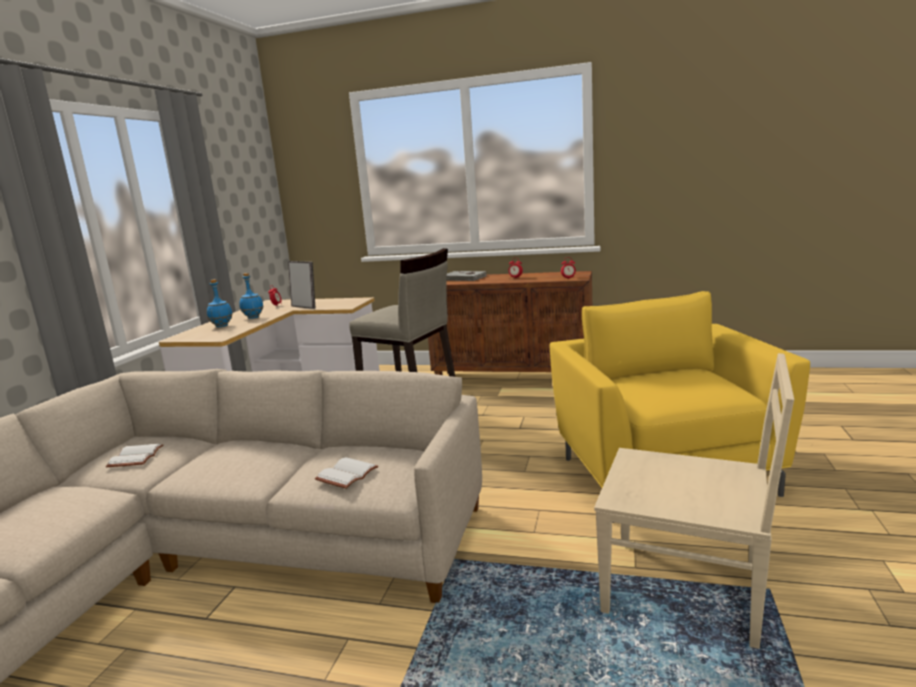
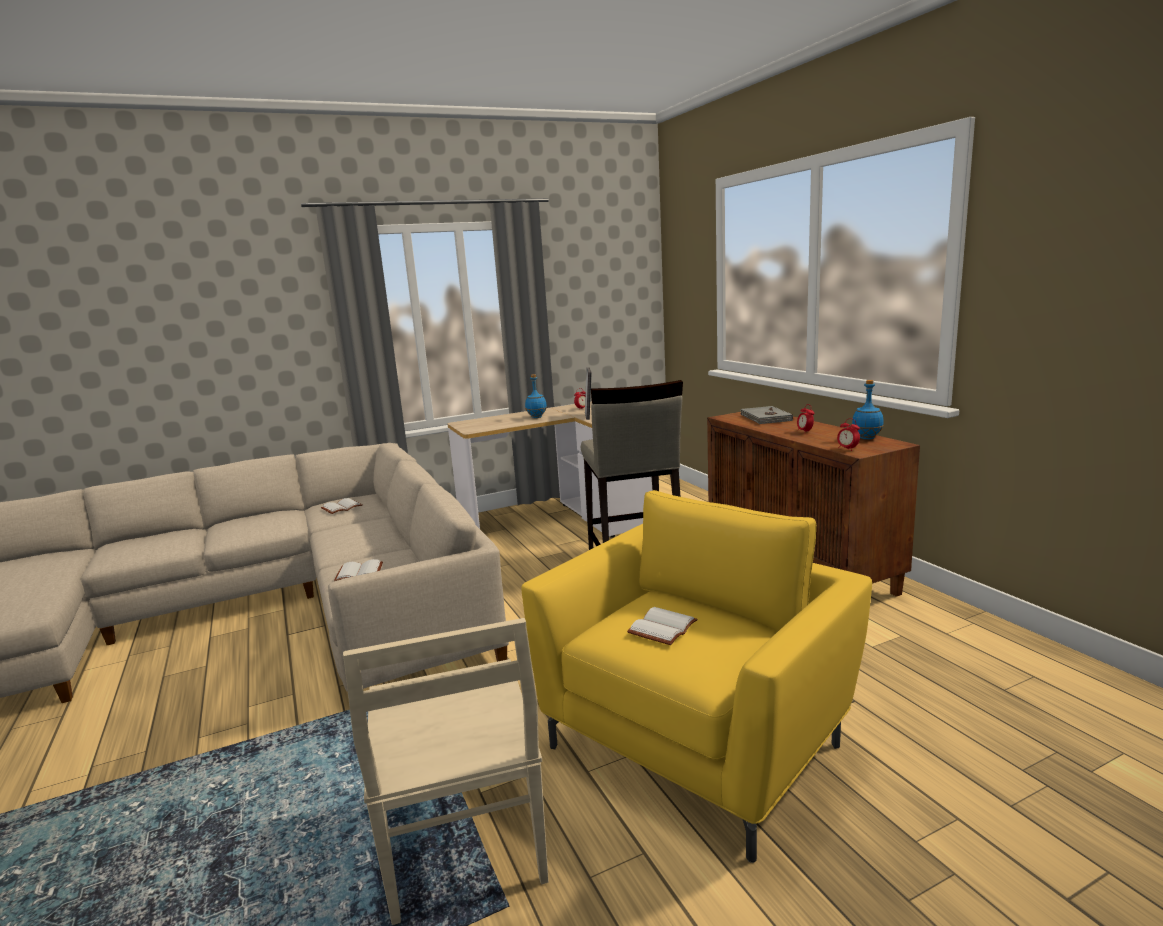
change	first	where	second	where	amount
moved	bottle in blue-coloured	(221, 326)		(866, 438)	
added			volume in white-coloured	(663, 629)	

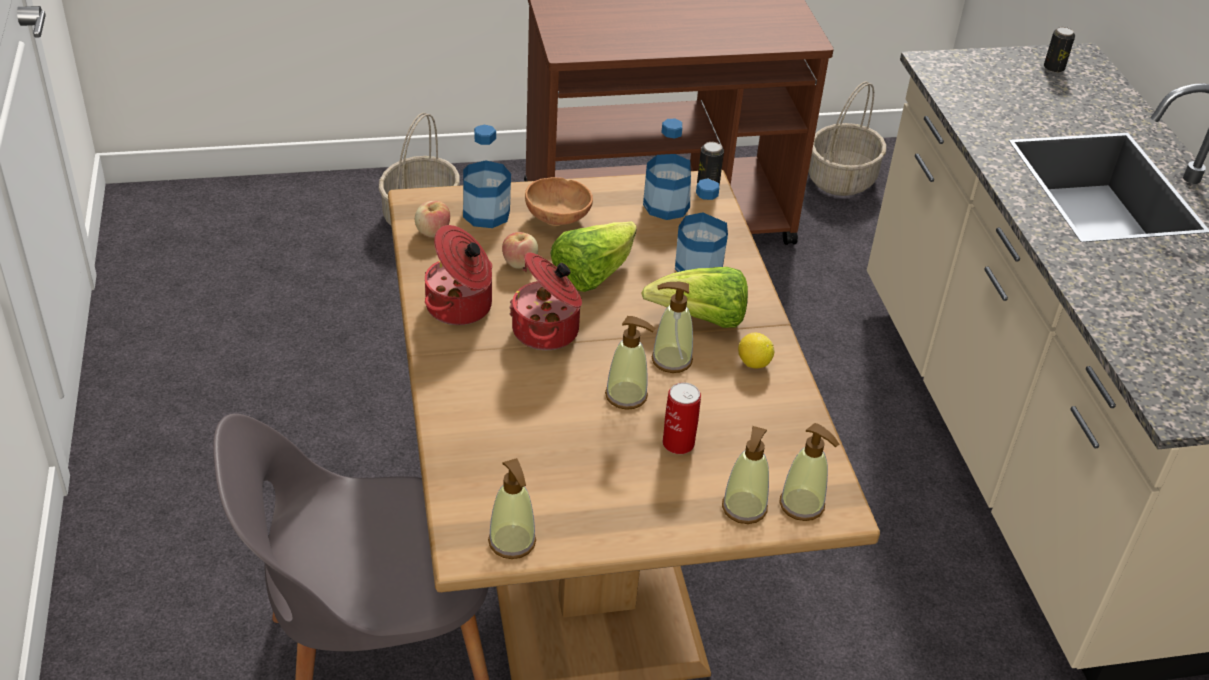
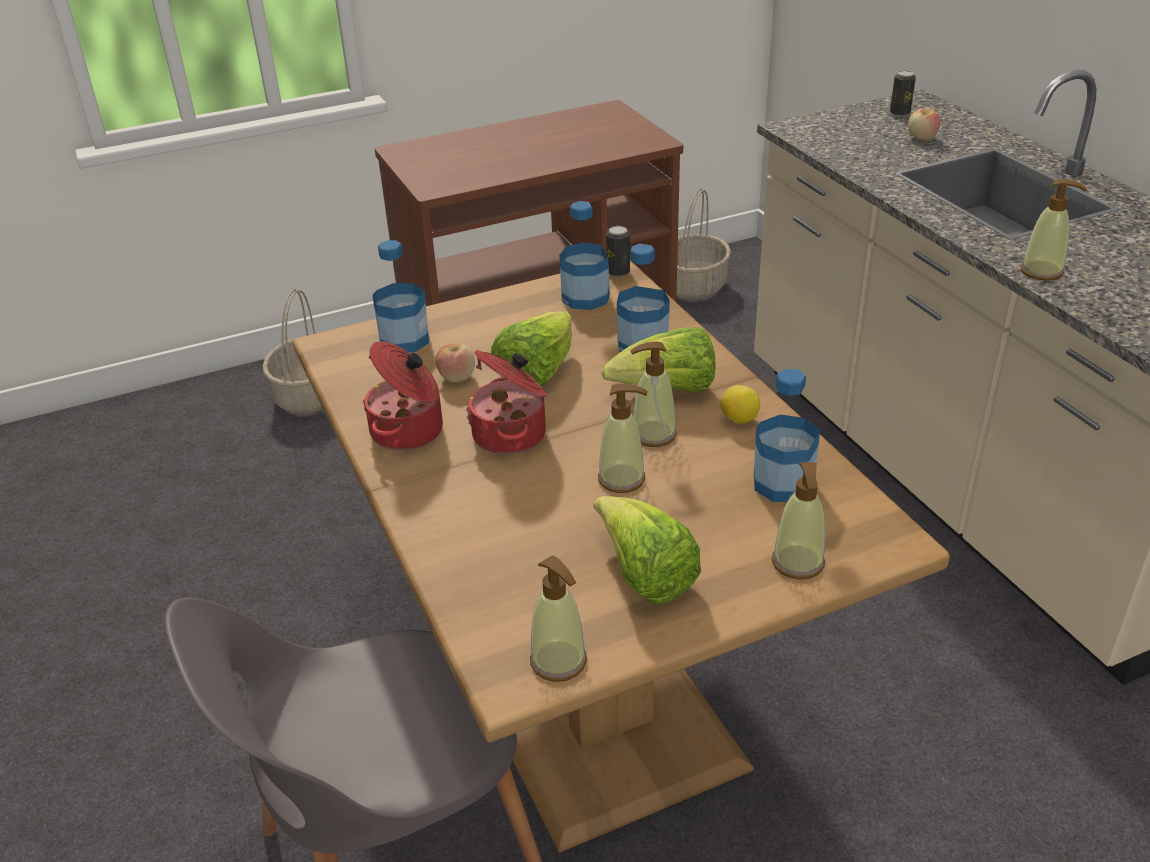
change	first	where	second	where	amount
moved	apple	(432, 232)		(921, 138)	
removed	deep dish in brown	(559, 218)			
removed	can	(678, 443)			
moved	soap dispenser	(802, 505)		(1042, 271)	
added			lettuce	(645, 575)	
added			bottle	(783, 483)	

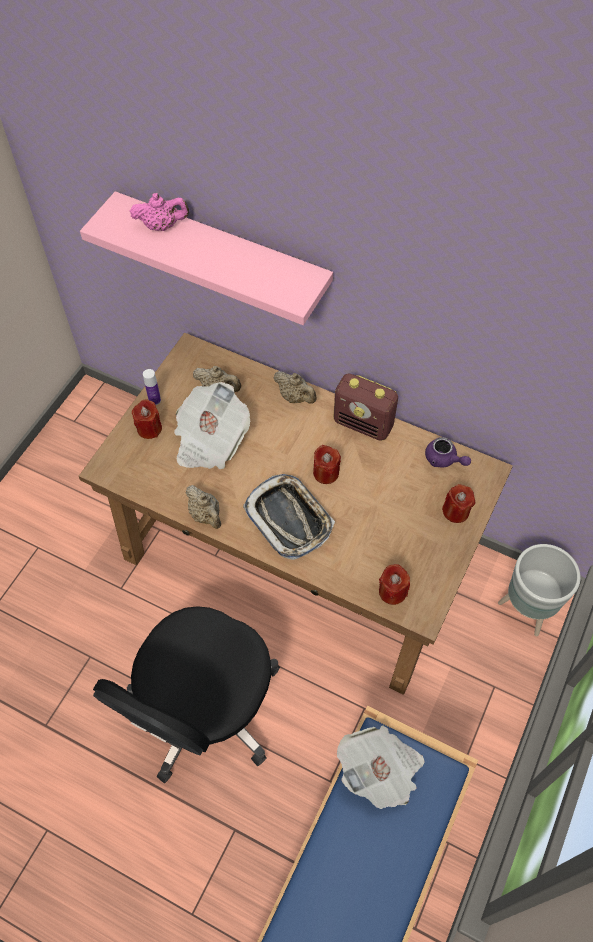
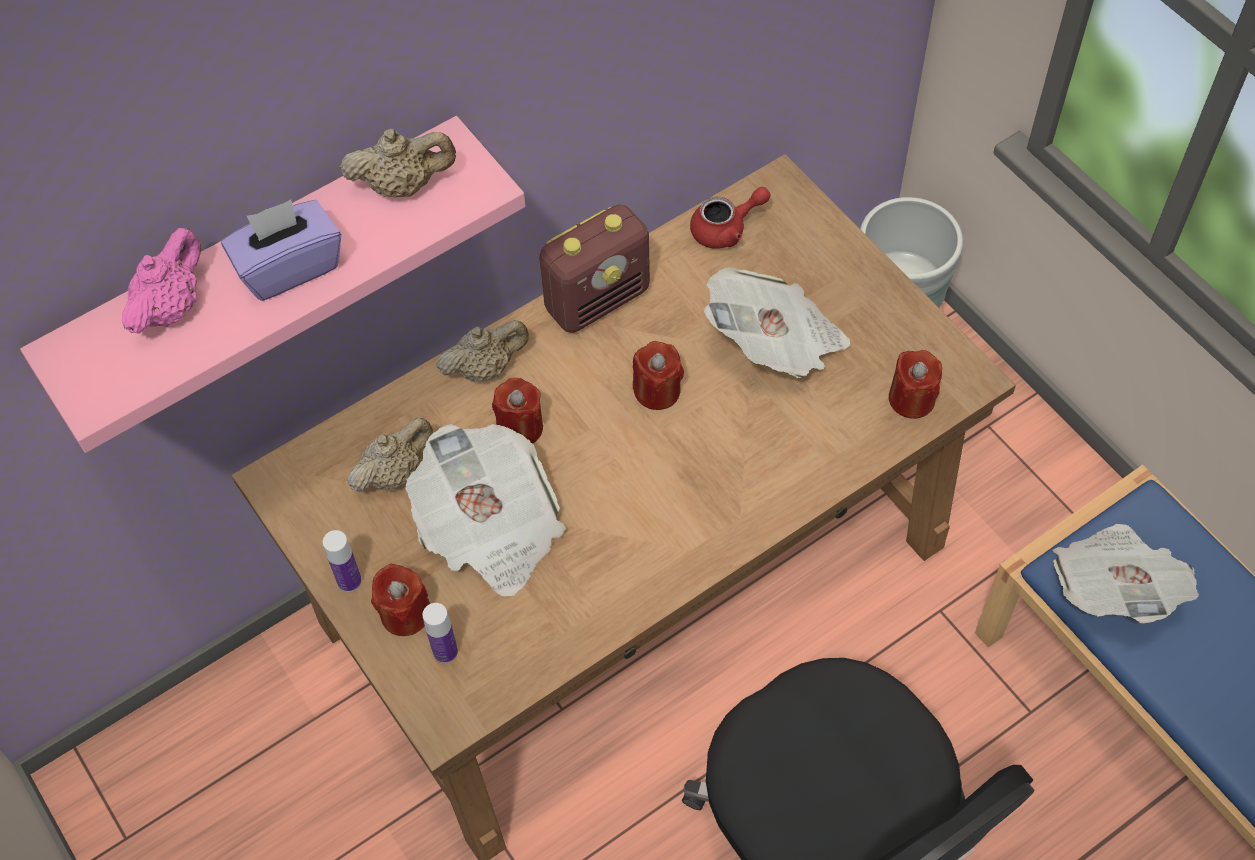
change	first	where	second	where	amount
moved	teapot in sand-coloured	(206, 515)		(403, 185)	
removed	carrying tray	(289, 519)			
recoloured	teapot in purplish	(444, 460)	teapot in reddish	(726, 229)	
moved	wax candle in reddish	(456, 511)		(520, 427)	
added			box of tissues in purplish	(289, 267)	
added			bottle	(445, 652)	
added			printed paper	(775, 344)	

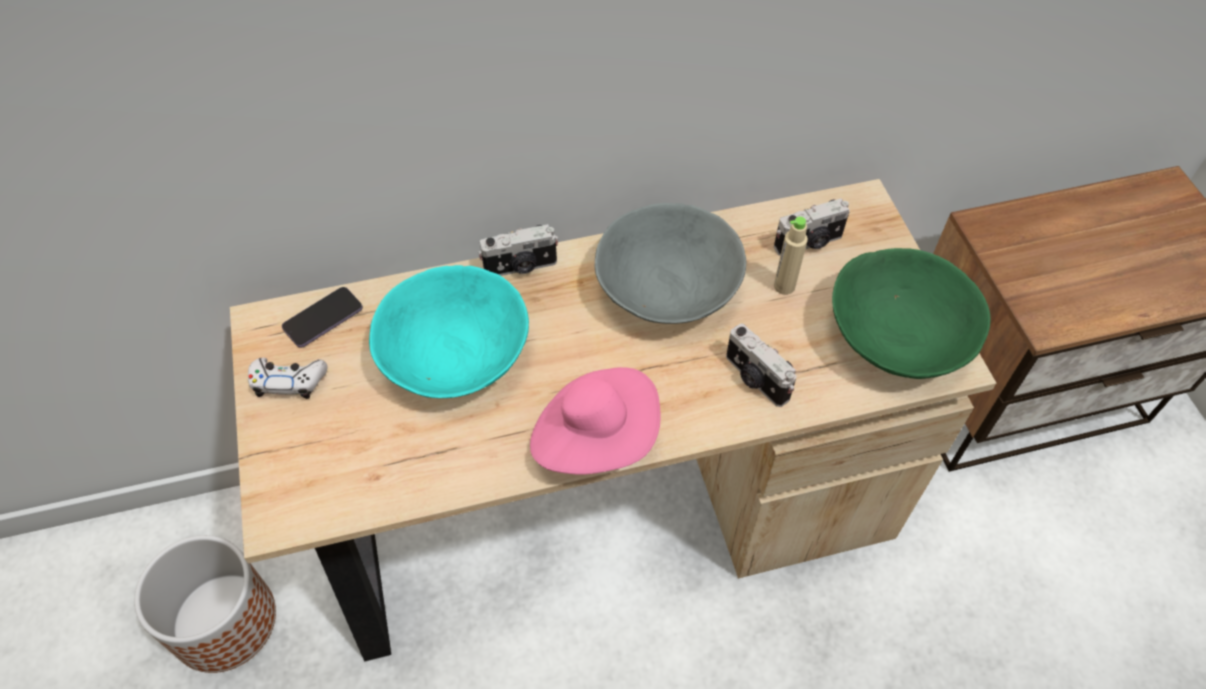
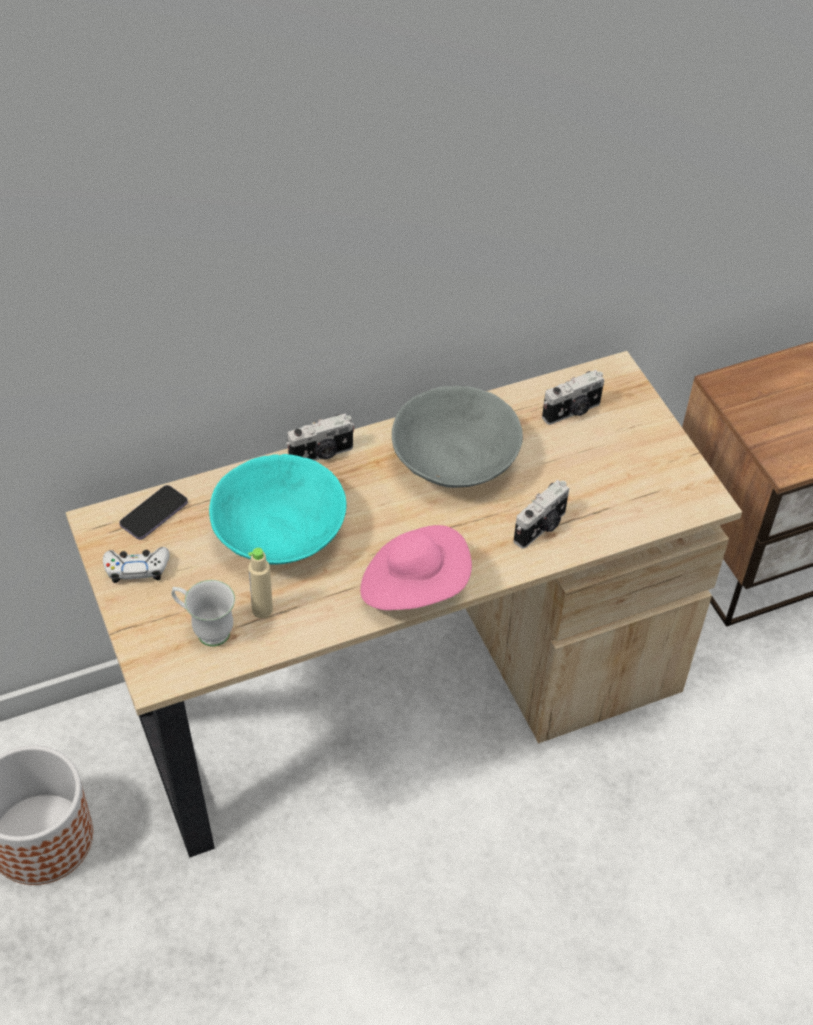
change	first	where	second	where	amount
turned	photo camera	(755, 379)		(541, 528)	90 degrees counterclockwise
moved	bottle in sand-coloured	(784, 286)		(262, 610)	
removed	deep dish in green-coloured	(897, 336)			
added			tea mug in white-coloured	(205, 630)	

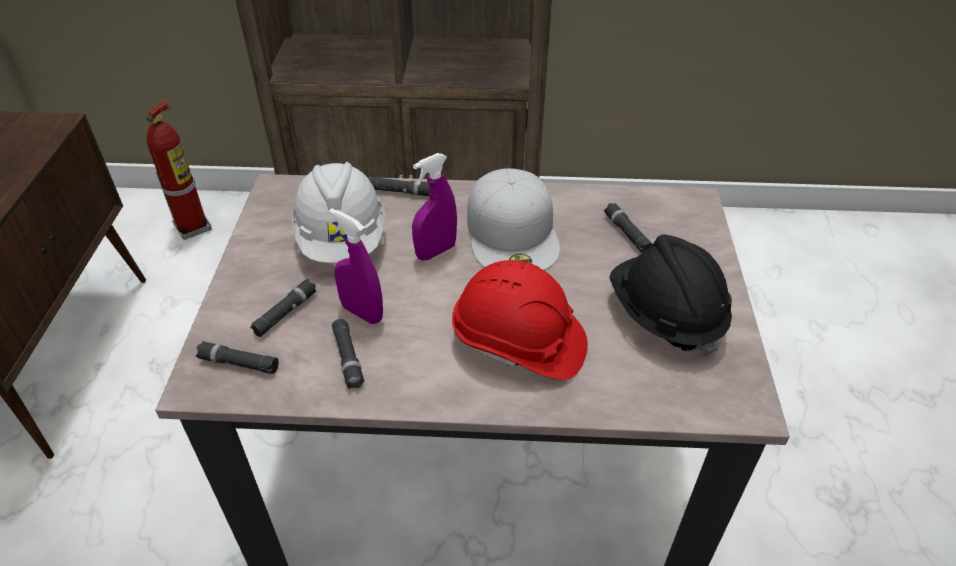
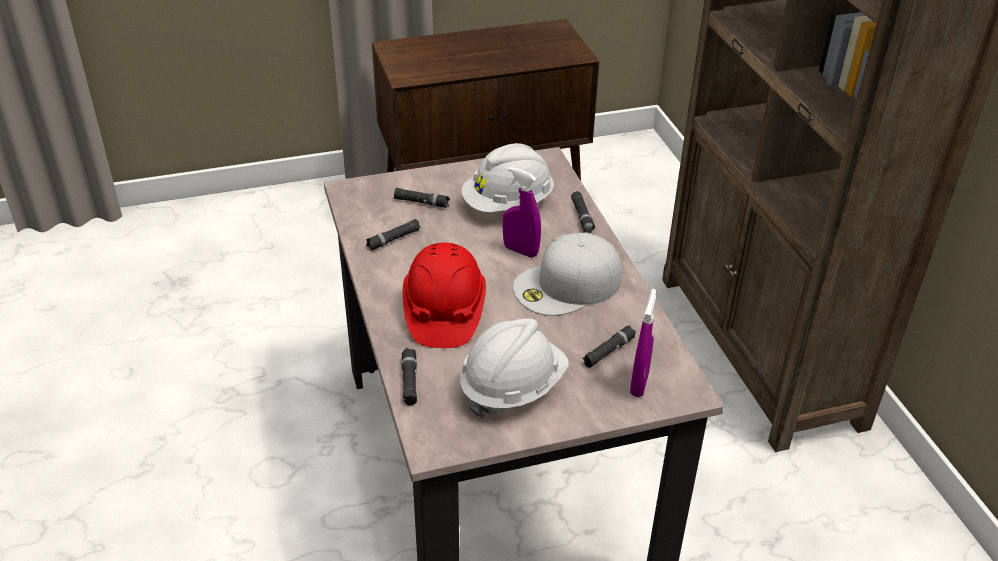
change	first	where	second	where	amount
removed	fire extinguisher	(194, 227)			
moved	hand torch in black-coloured	(239, 363)		(409, 381)	
moved	sprayer in purplish	(362, 313)		(639, 384)	
recoloured	work helmet in black-coloured	(665, 316)	work helmet in white-coloured	(512, 387)	

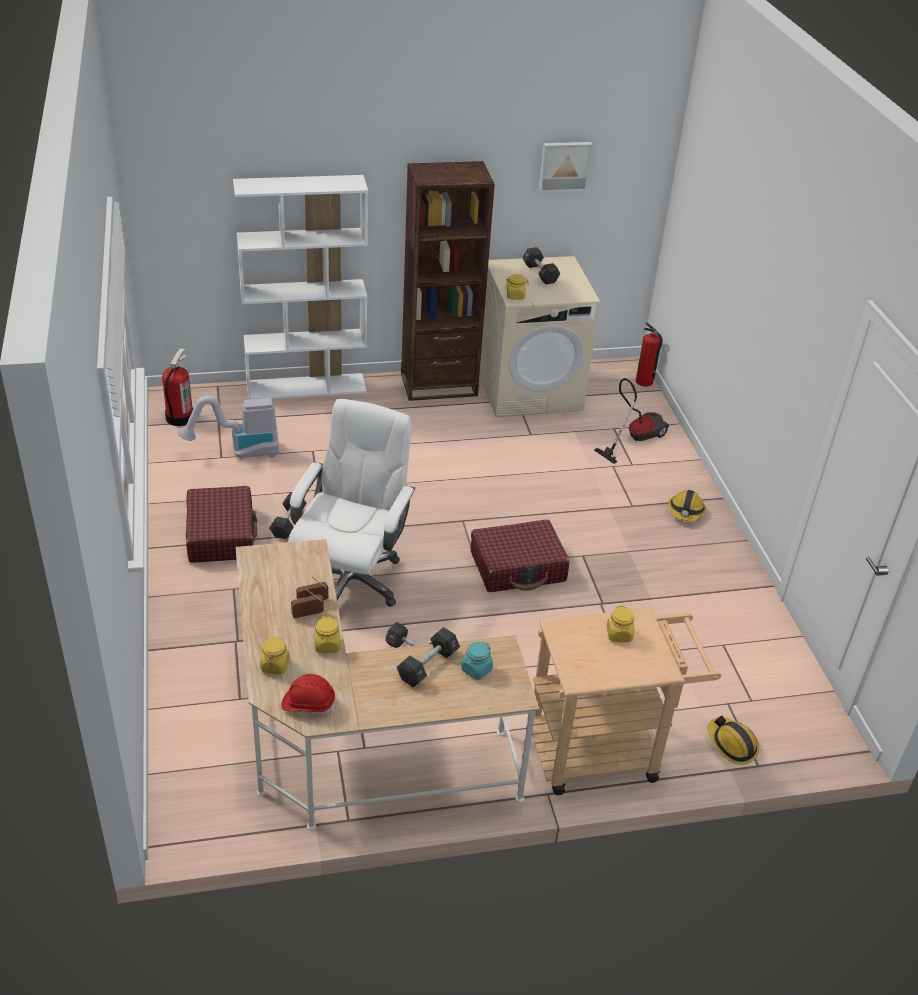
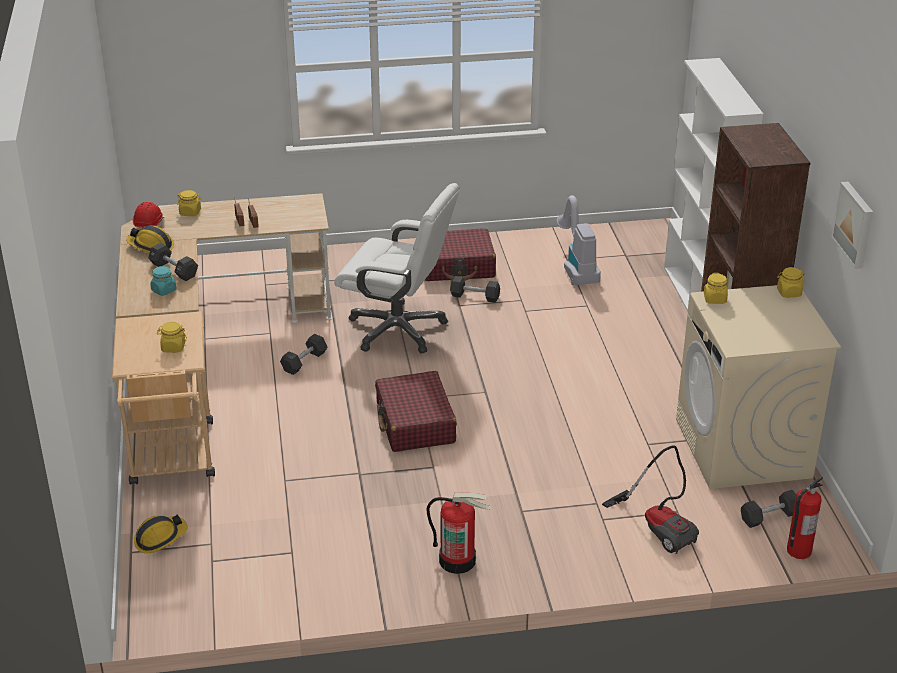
change	first	where	second	where	amount
moved	fire extinguisher	(179, 417)		(458, 560)	
moved	storage jar in yellow	(327, 645)		(788, 293)	
moved	free weight in black-coloured	(540, 273)		(769, 517)	
moved	work helmet	(685, 512)		(151, 246)	

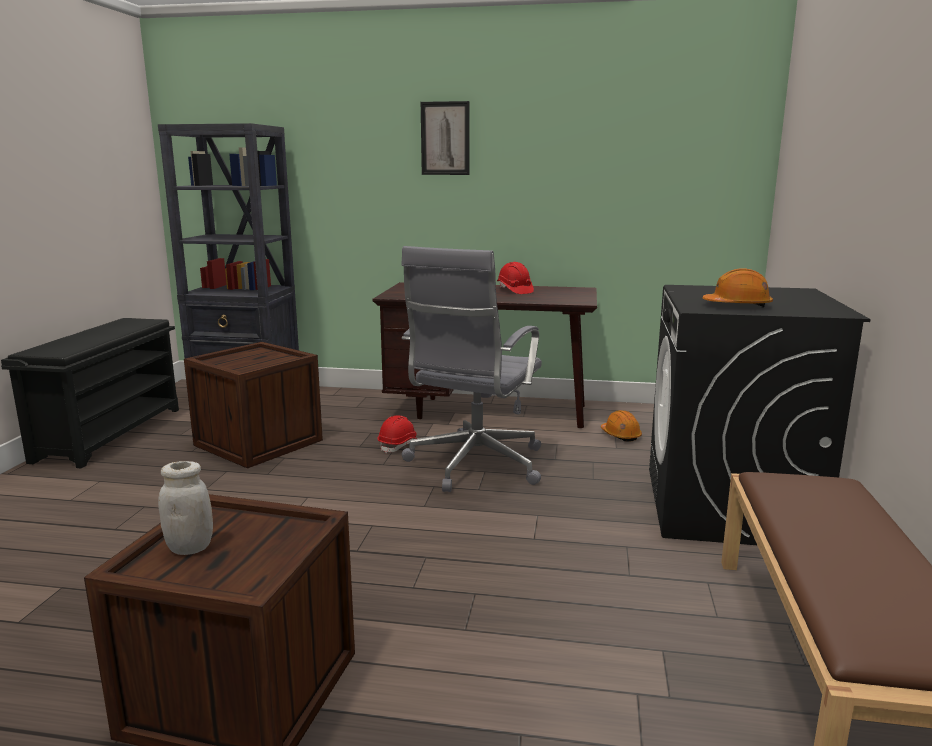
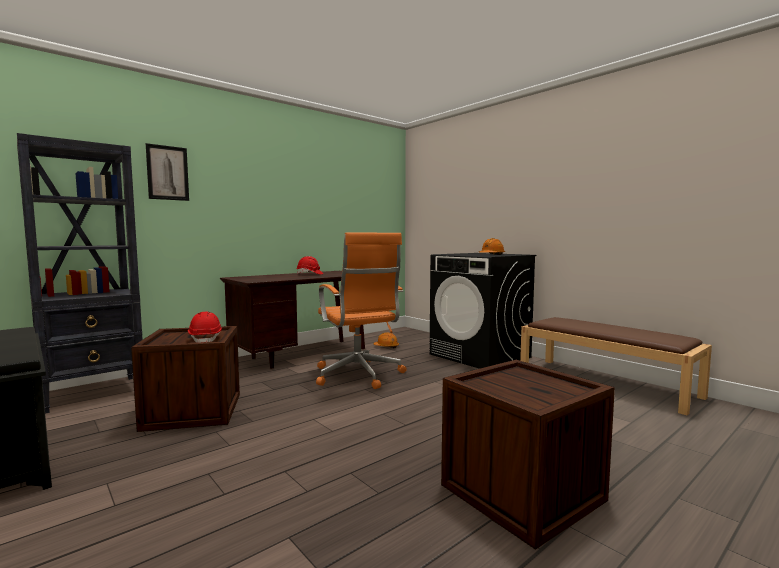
change	first	where	second	where	amount
removed	storage jar in white-coloured	(190, 548)			
moved	work helmet in reddish	(399, 445)		(206, 339)	
recoloured	desk chair in greyish	(473, 465)	desk chair in orangey	(359, 375)	
moved	wall art	(445, 138)		(167, 173)	

